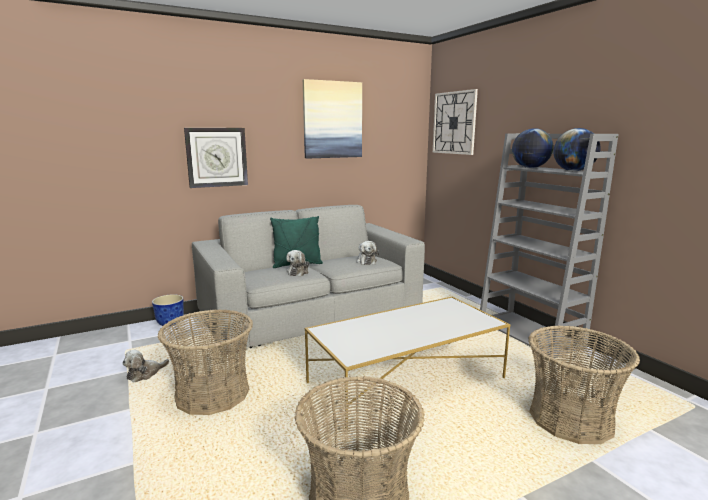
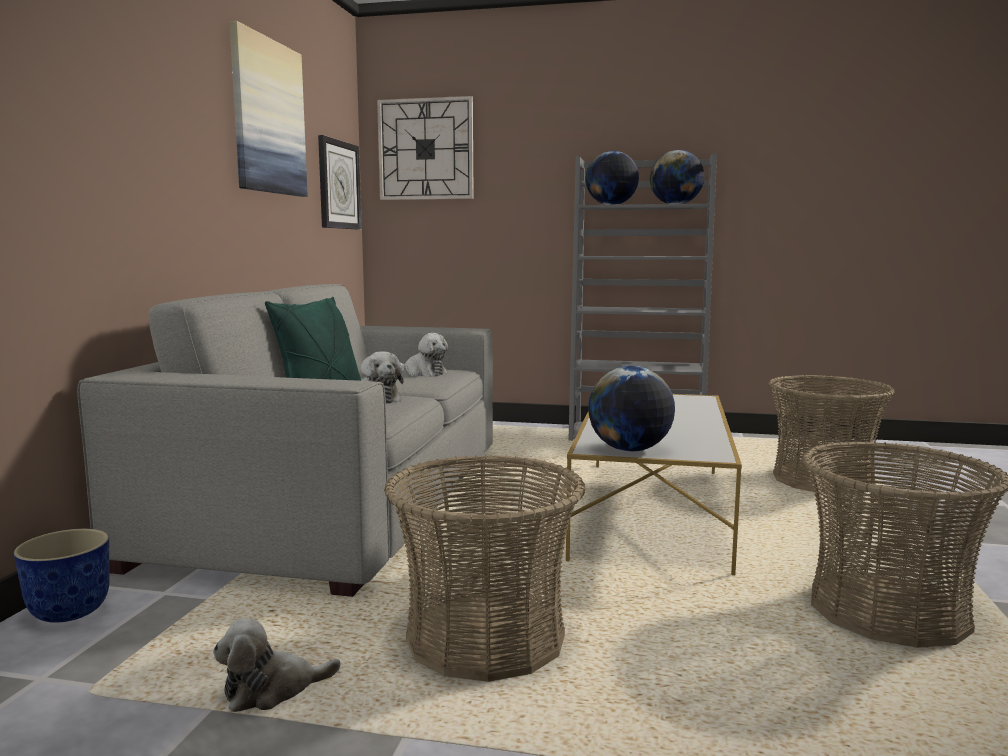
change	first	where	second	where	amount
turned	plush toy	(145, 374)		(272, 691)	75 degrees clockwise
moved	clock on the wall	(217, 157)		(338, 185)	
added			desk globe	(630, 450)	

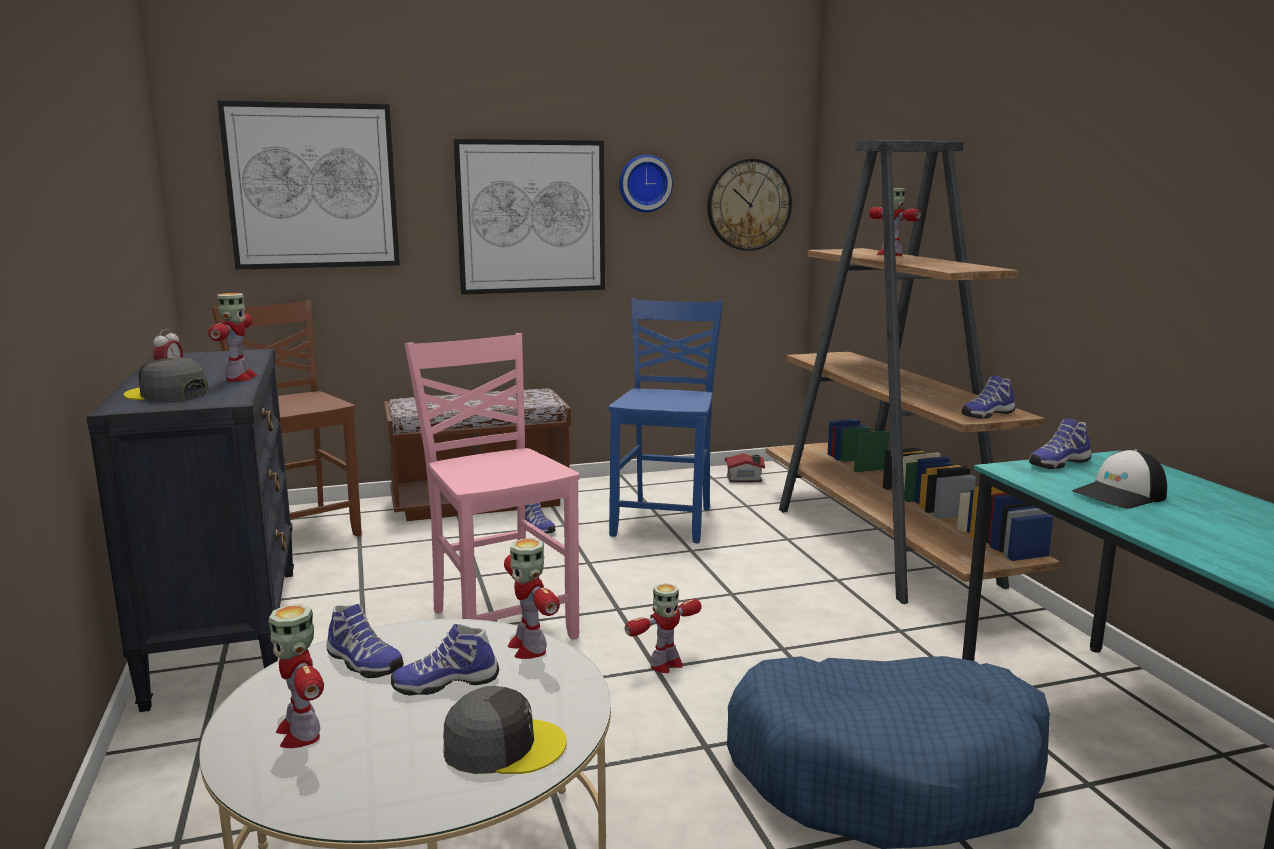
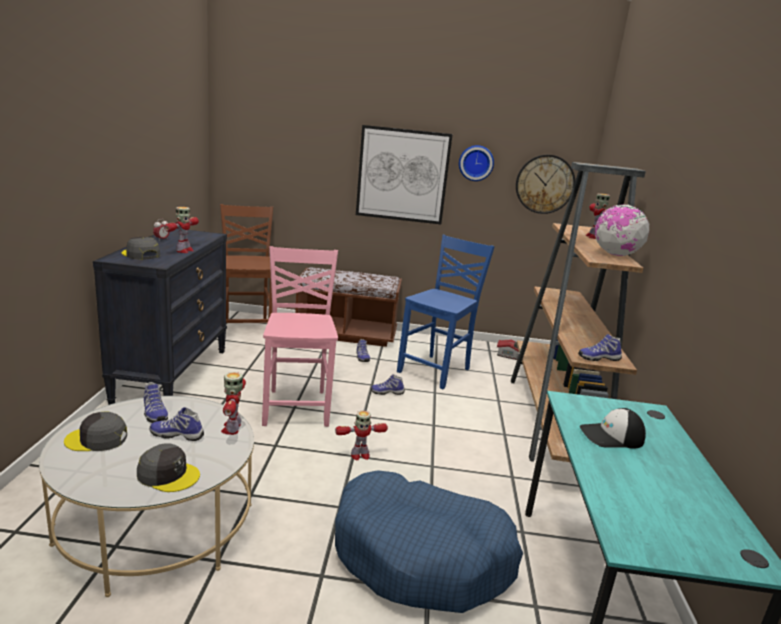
change	first	where	second	where	amount
removed	wall art	(312, 186)			
replaced	toy robot	(300, 732)	baseball cap in greyish	(97, 439)	
moved	shoe	(1057, 463)		(387, 392)	
added			desk globe	(615, 255)	

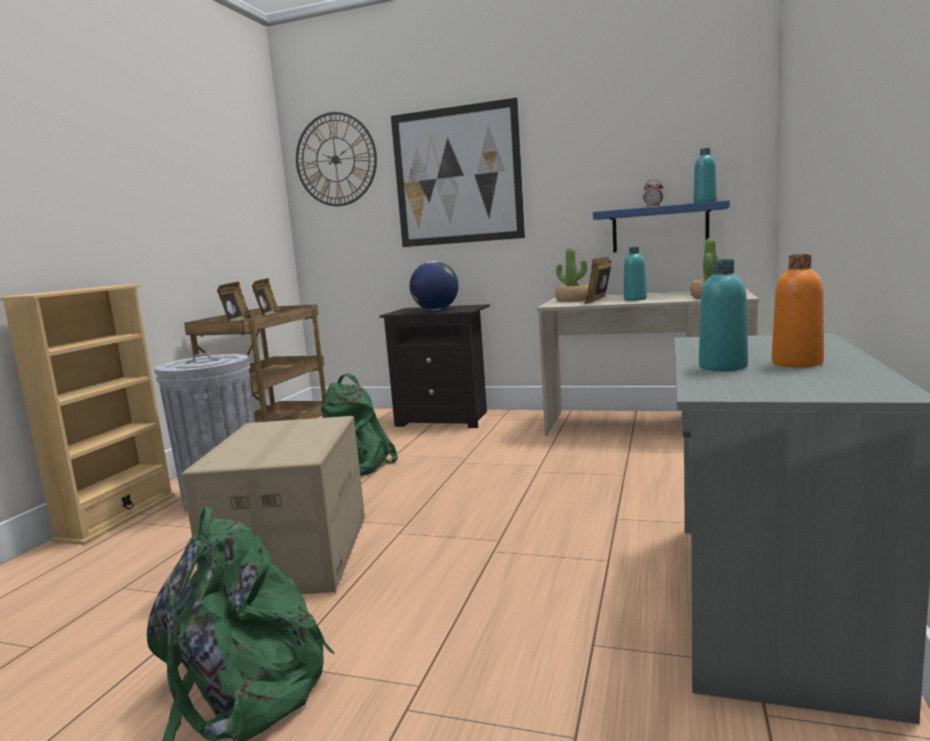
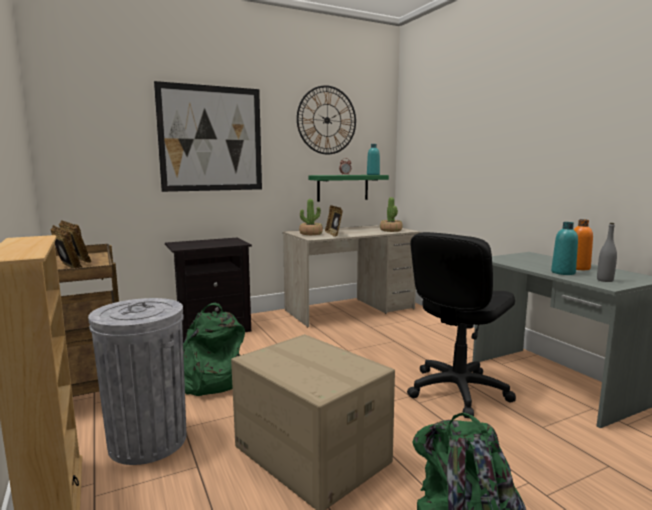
change	first	where	second	where	amount
moved	clock on the wall	(335, 159)		(327, 120)	
removed	desk globe	(435, 310)			
recoloured	wall shelf in blue-coloured	(659, 228)	wall shelf in green-coloured	(342, 187)	
removed	bottle in blue-green	(635, 299)			
added			desk chair in black-coloured	(457, 391)	
added			bottle in greyish	(605, 280)	

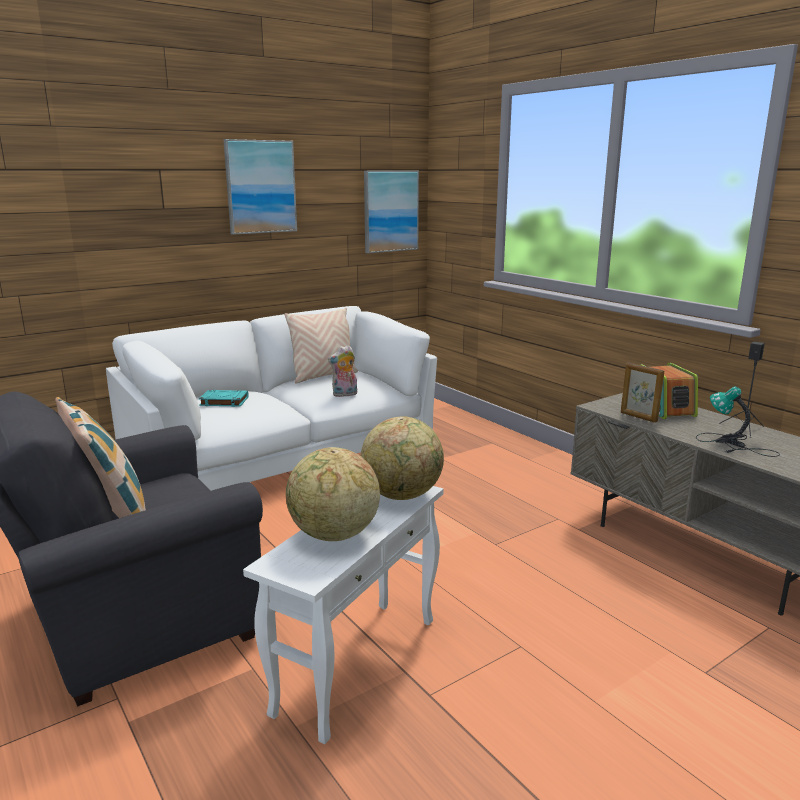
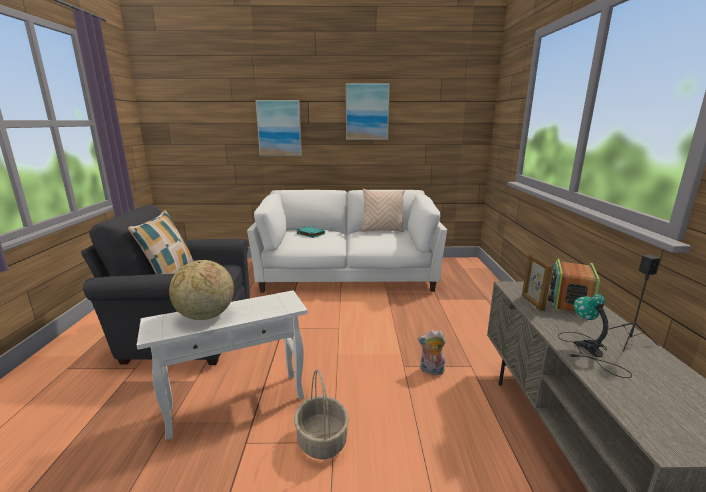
change	first	where	second	where	amount
moved	plush toy	(344, 395)		(431, 371)	
removed	desk globe	(402, 495)			
moved	wall art	(390, 211)		(279, 128)	
added			basket	(321, 440)	

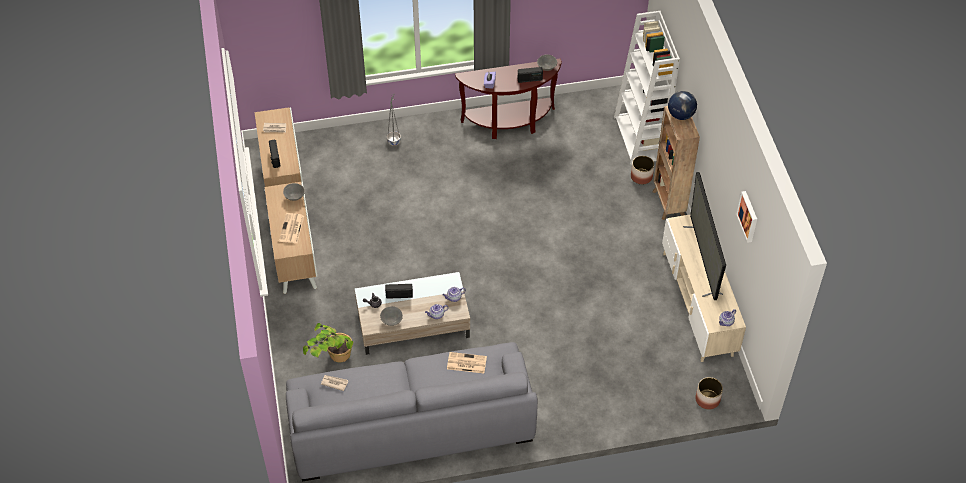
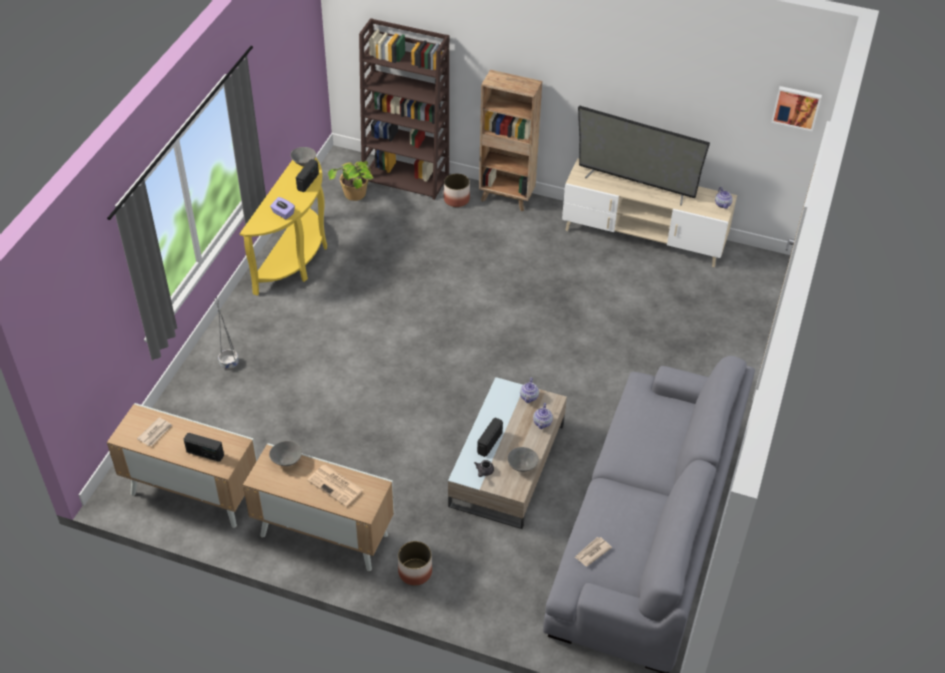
change	first	where	second	where	amount
moved	potted plant	(331, 360)		(356, 201)	
removed	printed paper	(466, 363)			
recoloured	hall table in brown	(510, 123)	hall table in yellow	(296, 258)	
recoloured	bookshelf in white-coloured	(639, 138)	bookshelf in brown	(406, 177)	
removed	desk globe	(681, 115)			
moved	flower pot	(707, 399)		(415, 572)	
moved	wall art	(748, 216)		(796, 107)	

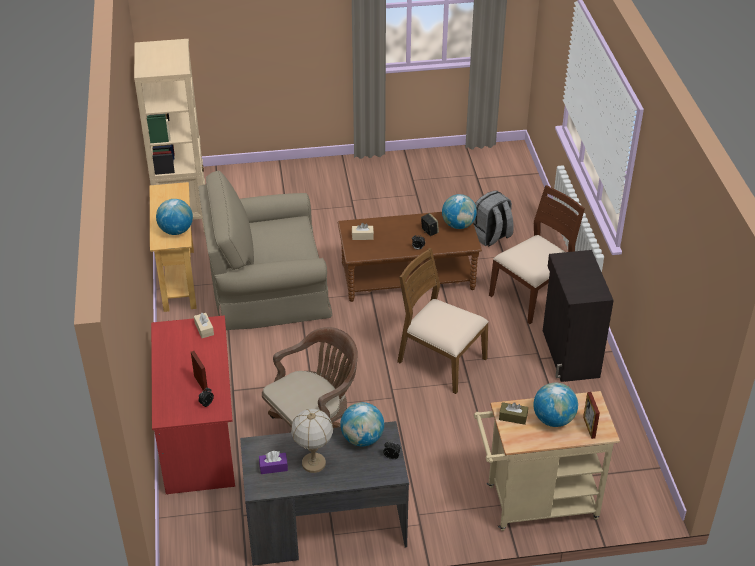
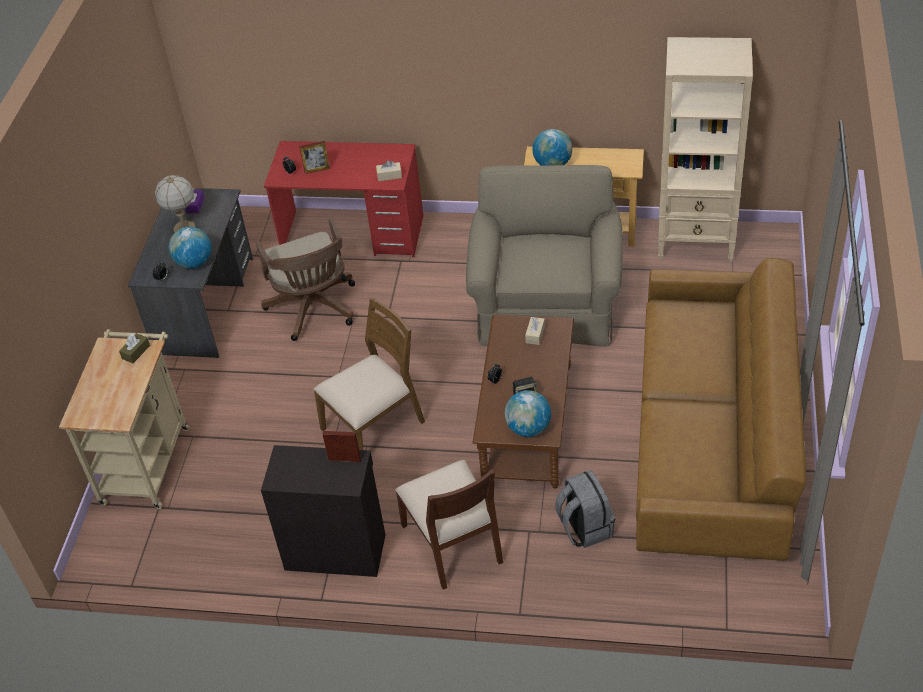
change	first	where	second	where	amount
removed	desk globe	(553, 419)			
moved	picture frame	(589, 427)		(344, 459)	
added			sofa in brown	(712, 443)	

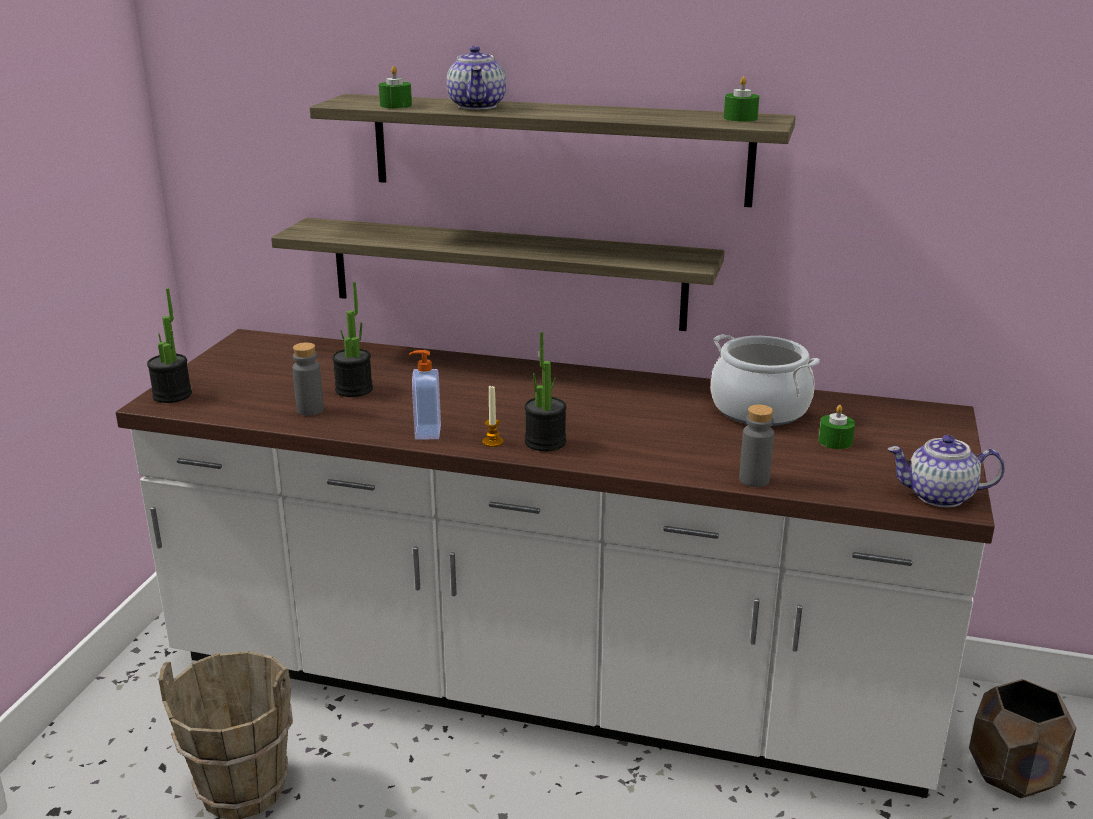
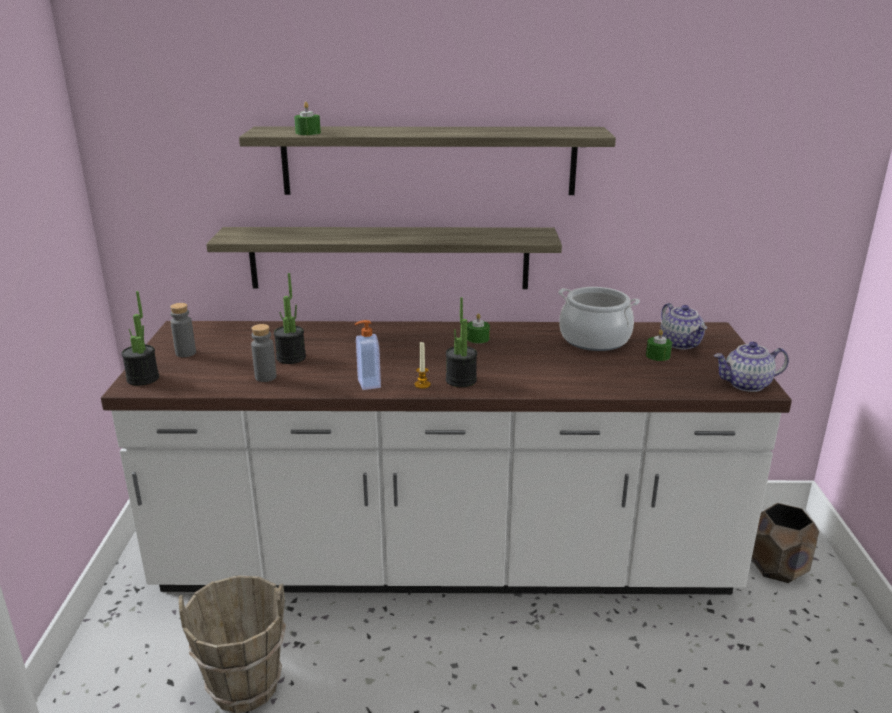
change	first	where	second	where	amount
moved	teapot	(478, 106)		(681, 344)	
moved	wax candle in green-coloured	(740, 118)		(478, 338)	
moved	bottle in greyish	(754, 480)		(185, 353)	

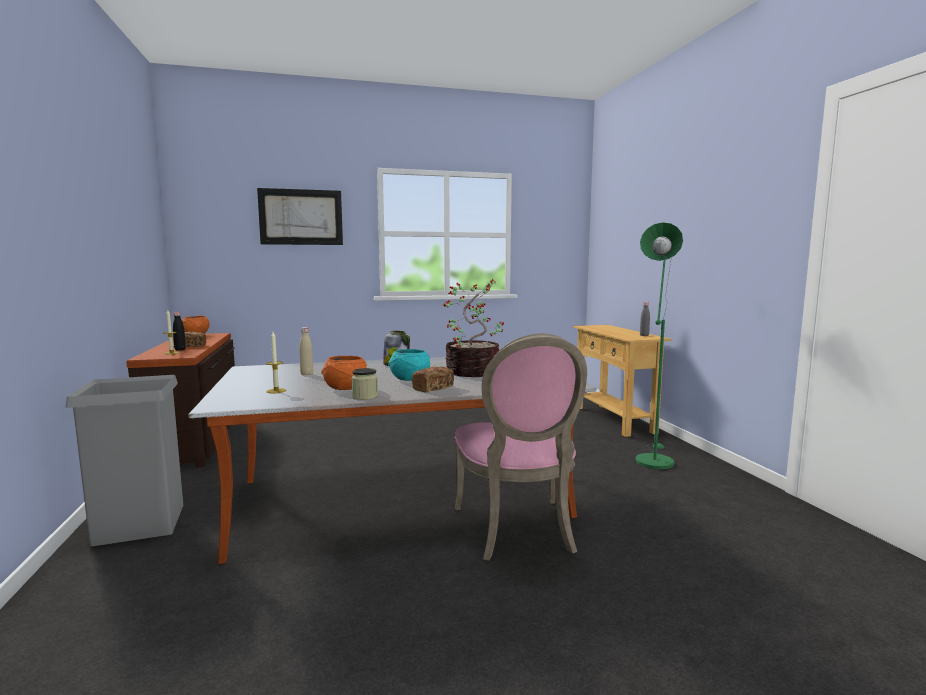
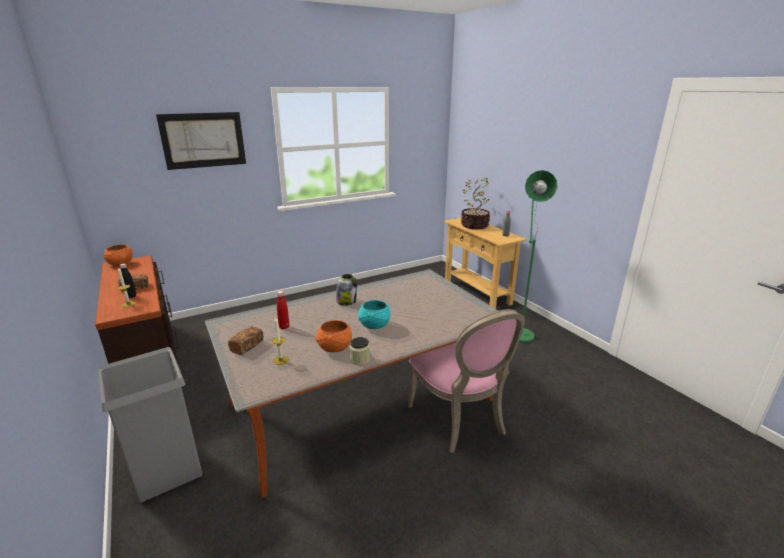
change	first	where	second	where	amount
recoloured	bottle in sand-coloured	(307, 374)	bottle in reddish	(284, 327)	
moved	bakery bread	(433, 388)		(247, 346)	
moved	potted plant	(474, 372)		(475, 225)	

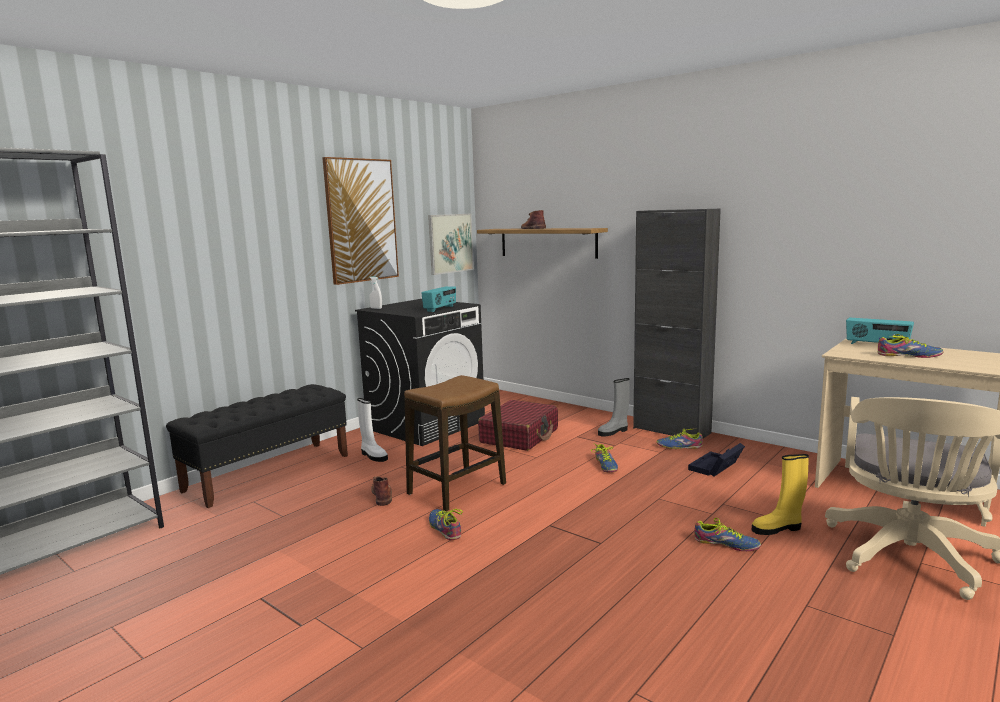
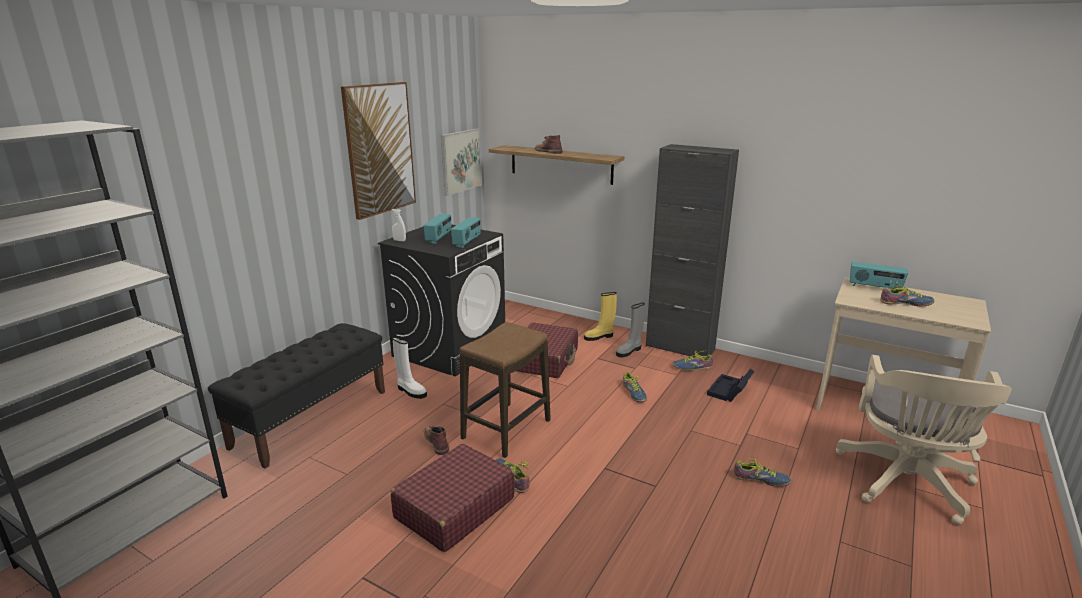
change	first	where	second	where	amount
moved	tall boot in yellow	(778, 528)		(599, 337)	
added			travel case in reddish	(454, 508)	
added			radio	(439, 238)	

